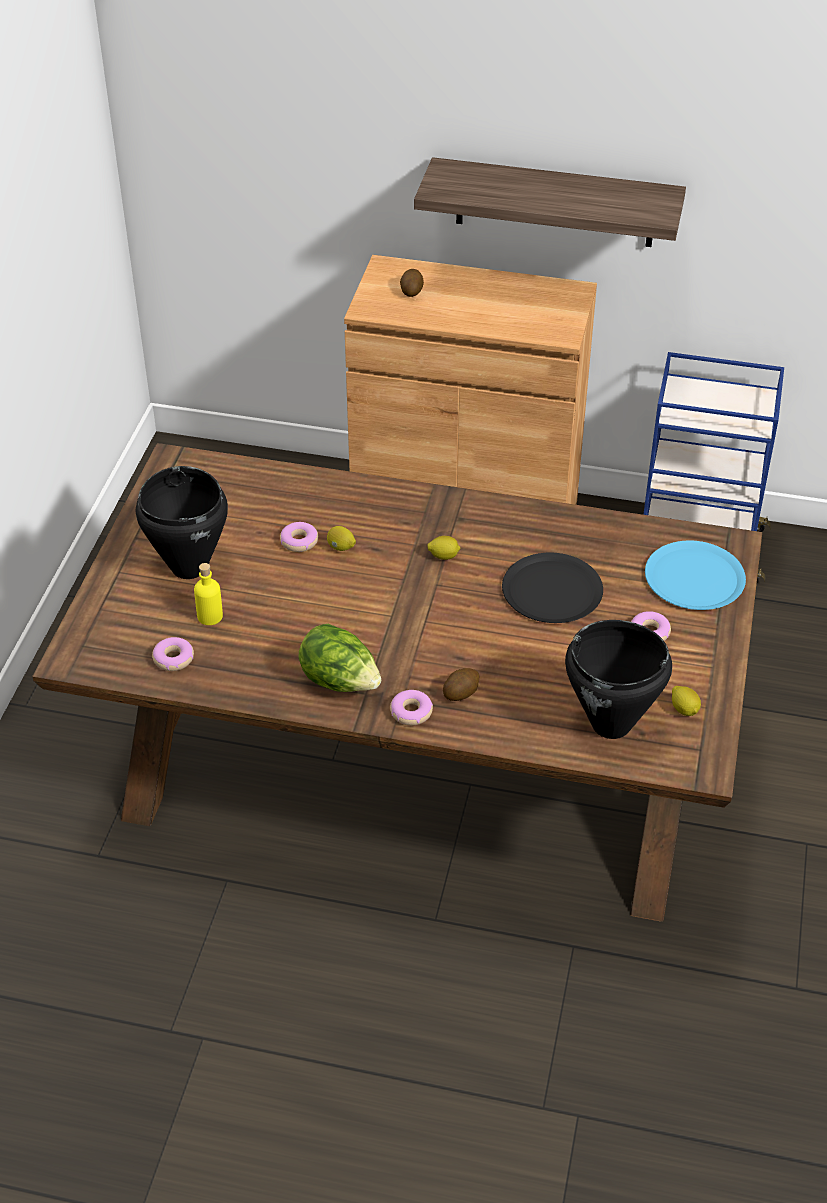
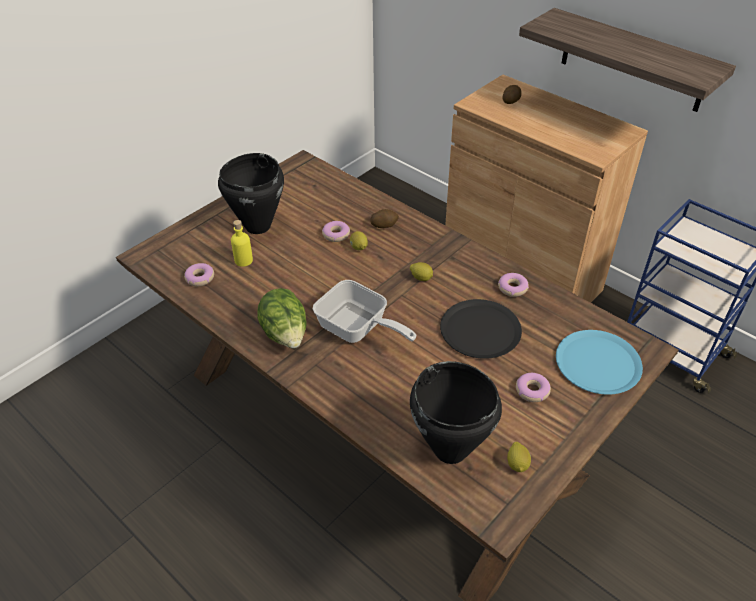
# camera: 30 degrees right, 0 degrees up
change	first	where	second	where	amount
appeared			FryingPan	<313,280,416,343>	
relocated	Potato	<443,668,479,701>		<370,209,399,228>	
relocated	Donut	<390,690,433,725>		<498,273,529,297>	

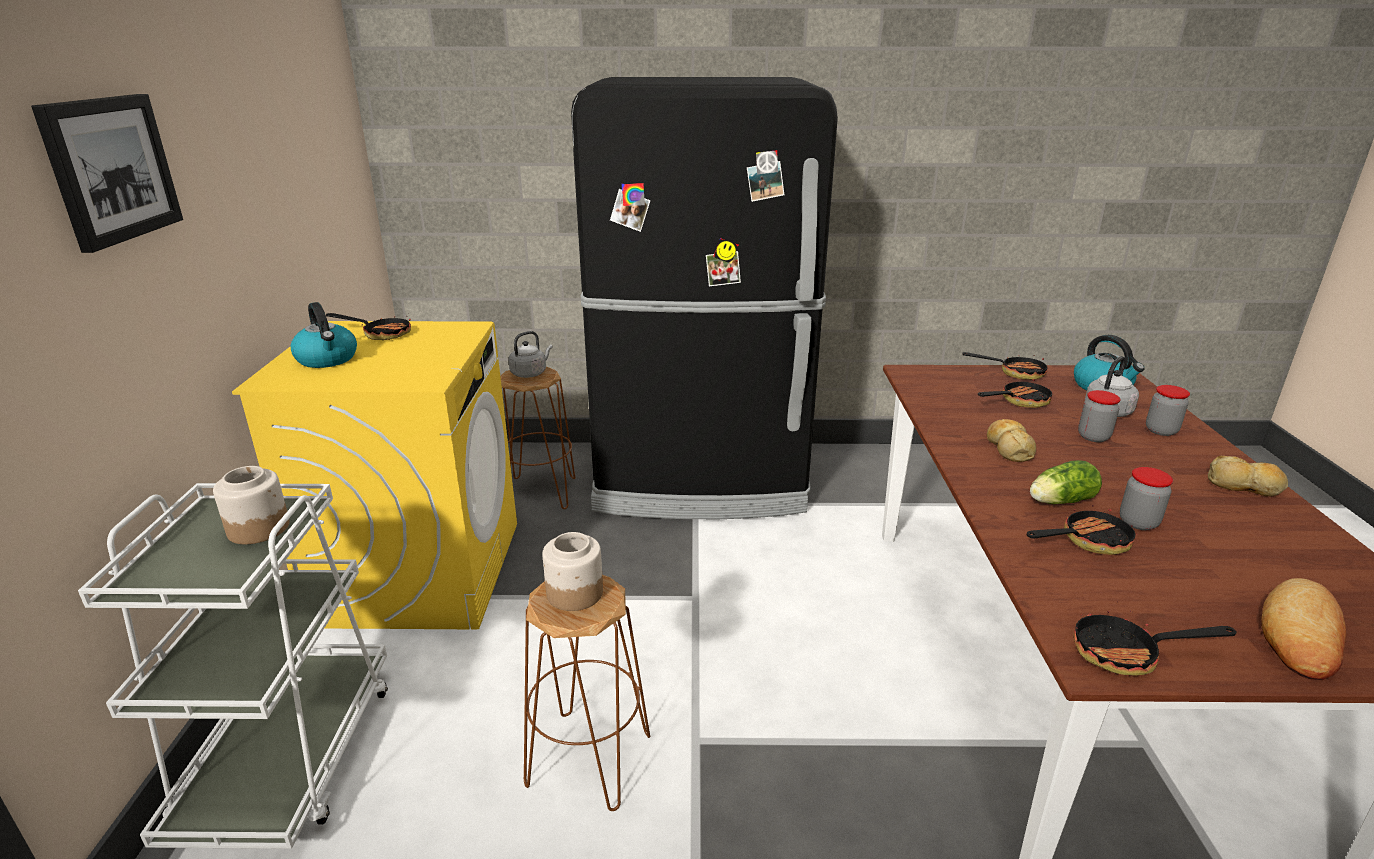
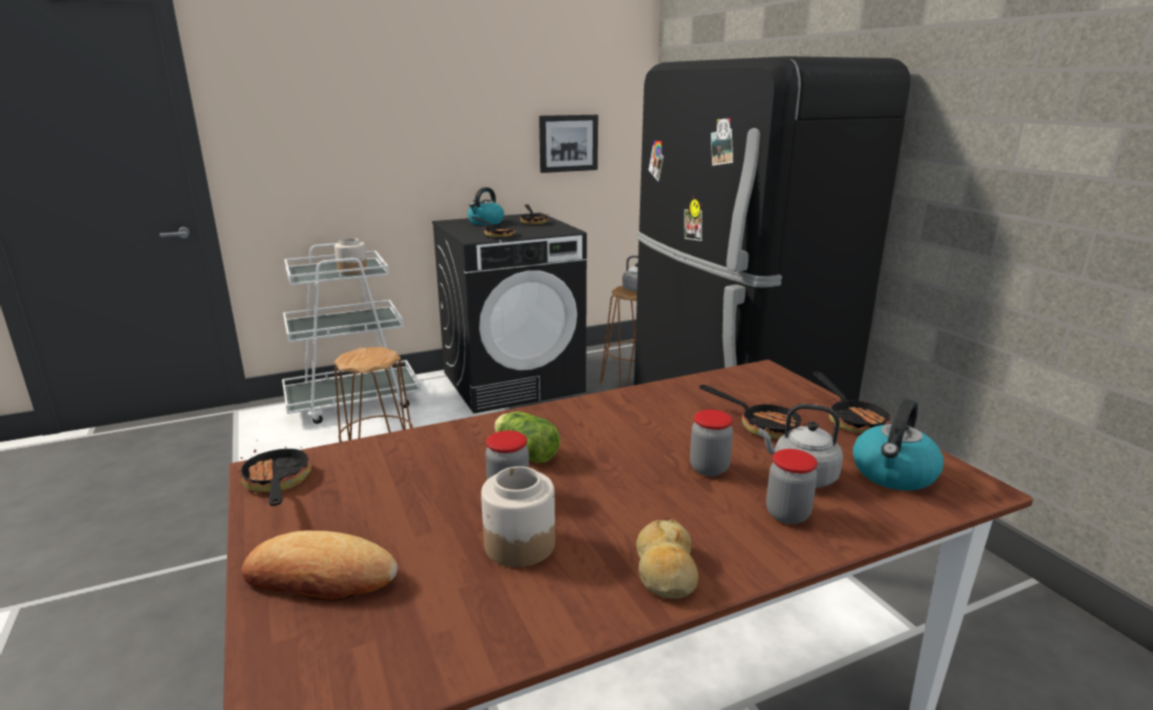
# camera: 65 degrees right, 5 degrees down
change	first	where	second	where	amount
colour	YellowWashingMachine	<232,321,517,630>	BlackWashingMachine	<432,213,587,414>	
relocated	FryingPan	<1027,505,1137,555>		<471,217,515,237>	
relocated	Jar	<542,532,603,611>		<481,466,555,567>	
relocated	Picture	<31,94,183,253>		<539,115,598,173>	
missing	Bread	<987,419,1036,462>			

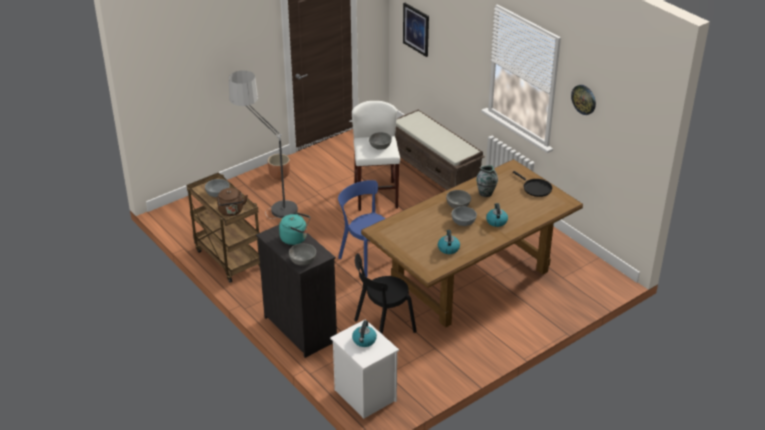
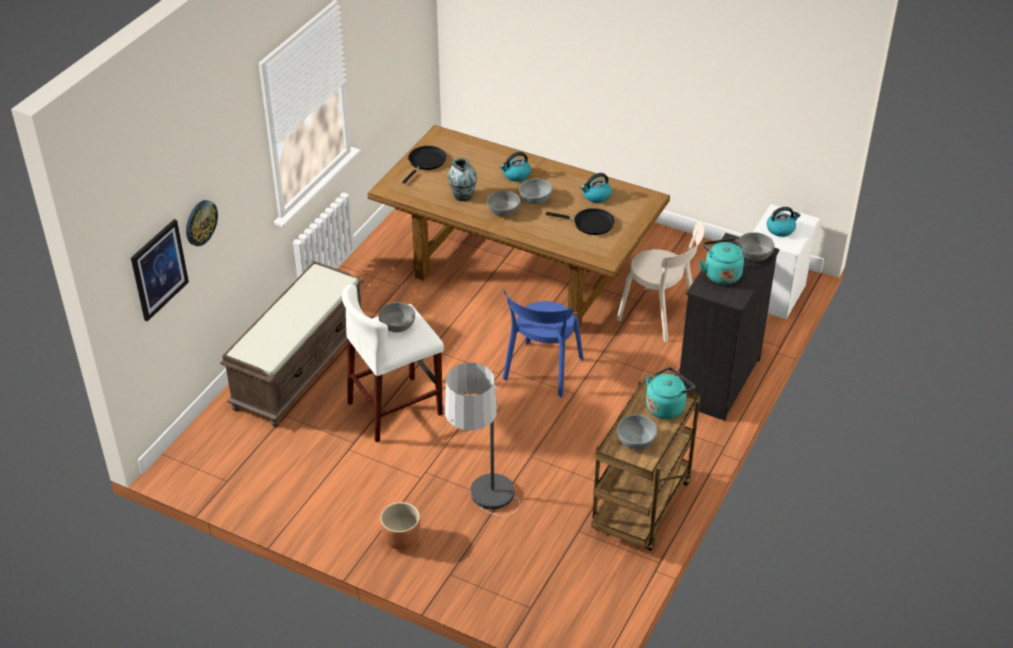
# camera: 115 degrees left, 5 degrees up
change	first	where	second	where	amount
relocated	WallClock	<571,85,596,115>		<186,200,218,246>	
appeared			BlackFryingPan	<546,208,615,235>	
colour	BlackChair	<354,253,417,334>	BeigeChair	<617,221,704,342>	
colour	BrownKettle	<217,188,248,216>	TurquoiseKettle	<646,367,695,419>	

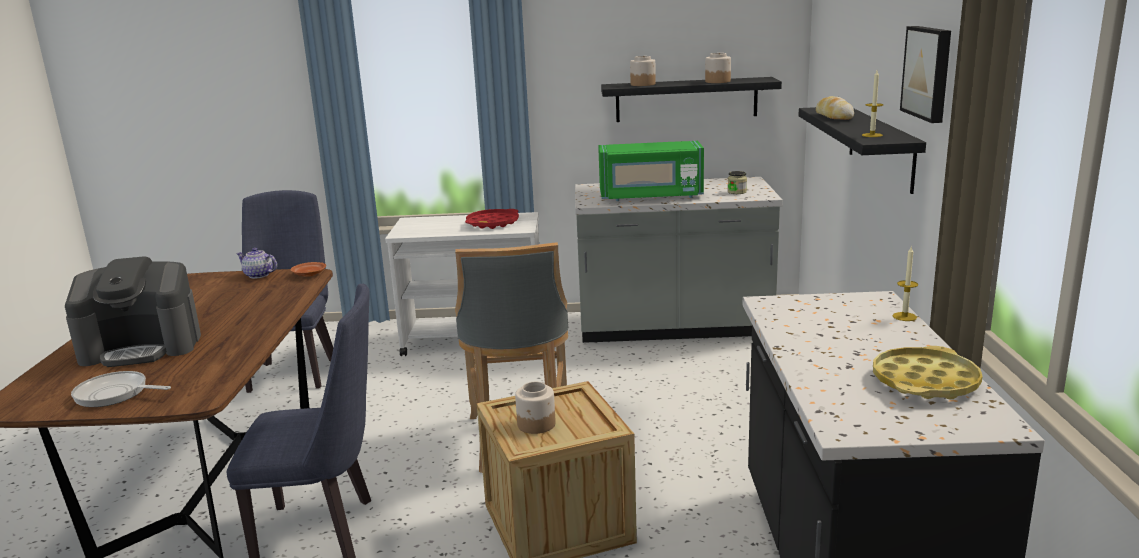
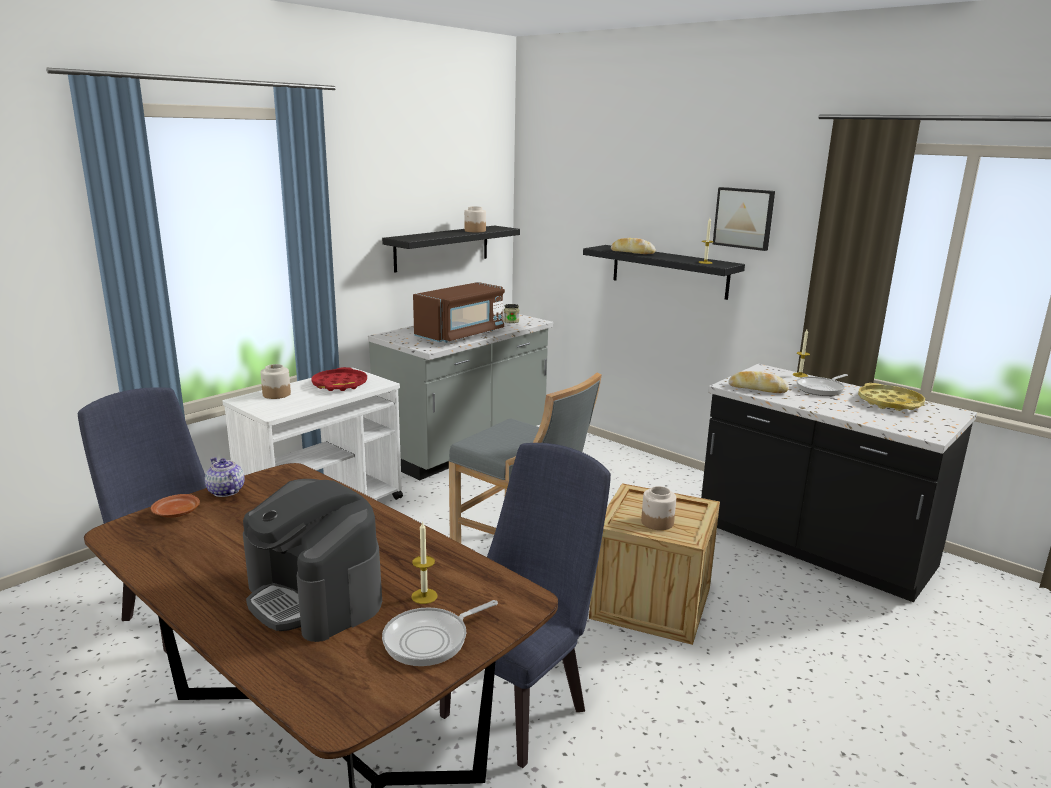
# camera: 50 degrees left, 0 degrees up
change	first	where	second	where	amount
relocated	BrownPlate	<290,262,326,277>		<151,494,200,518>	
spun	Teapot	<236,248,277,279>		<205,457,245,497>	75 degrees clockwise
spun	CoffeeMachine	<65,256,201,367>		<243,479,382,642>	105 degrees clockwise
relocated	Jar	<630,56,656,86>		<260,364,291,399>	
appeared			Candle	<411,521,438,604>	
colour	GreenMicrowave	<598,141,704,201>	BrownMicrowave	<413,282,505,343>	
appeared			Bread	<728,371,789,393>	
appeared			FryingPan	<796,374,848,396>	

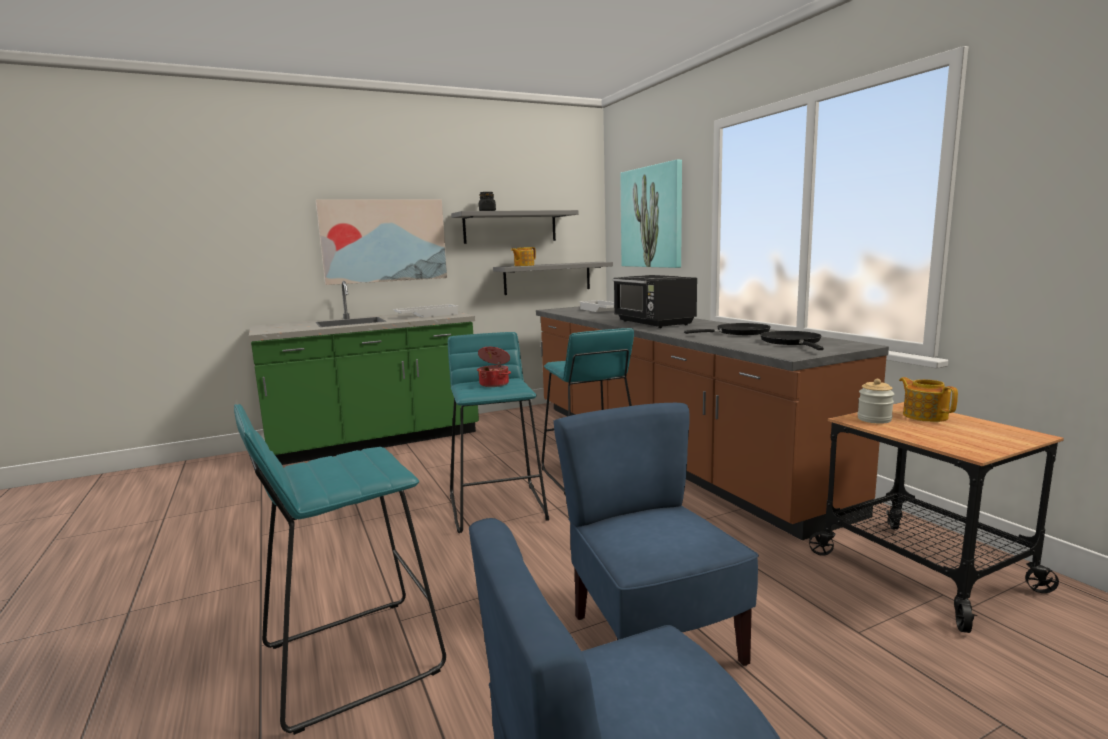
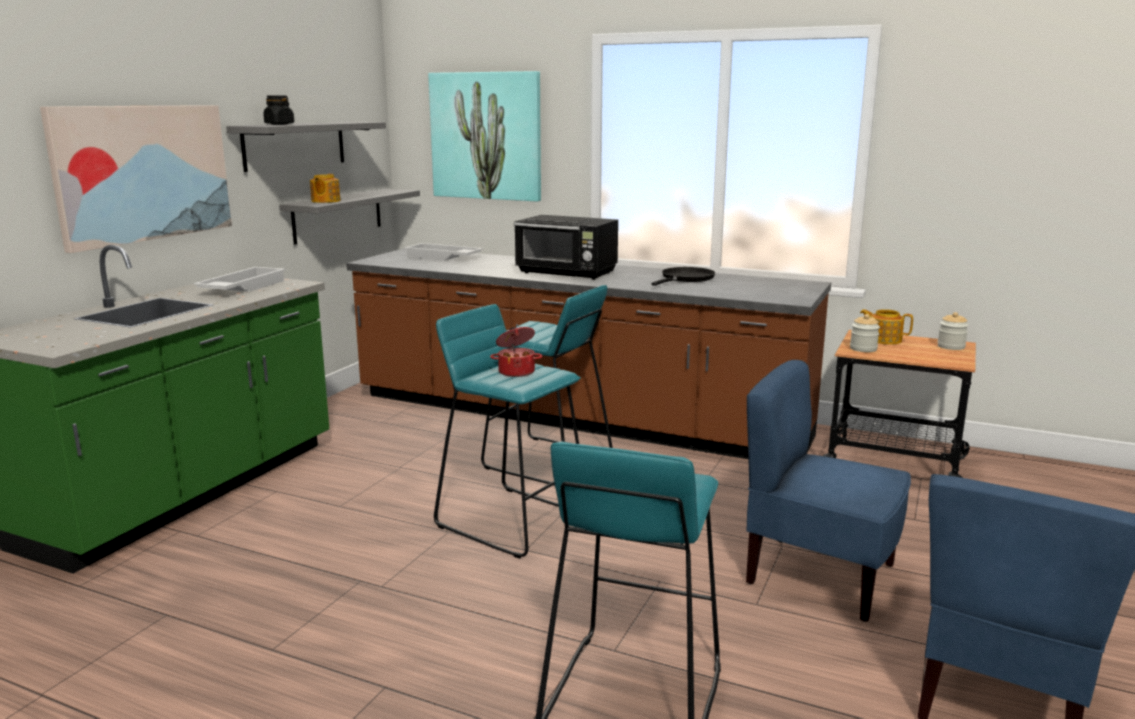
# camera: 40 degrees left, 5 degrees up
change	first	where	second	where	amount
appeared			Jar	<937,312,969,350>	
missing	BlackFryingPan	<760,331,824,350>			

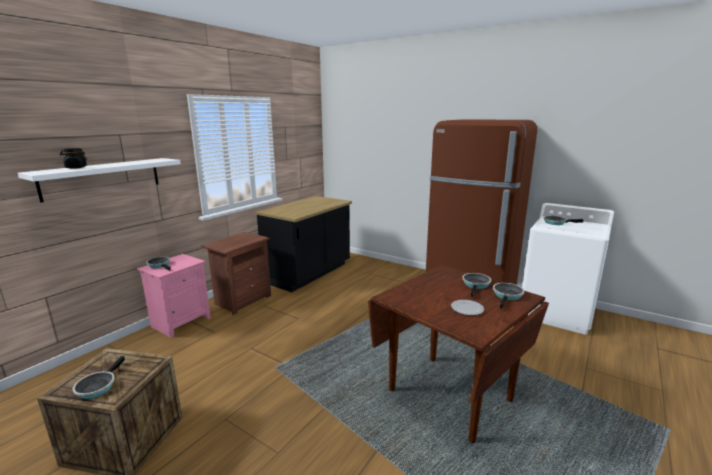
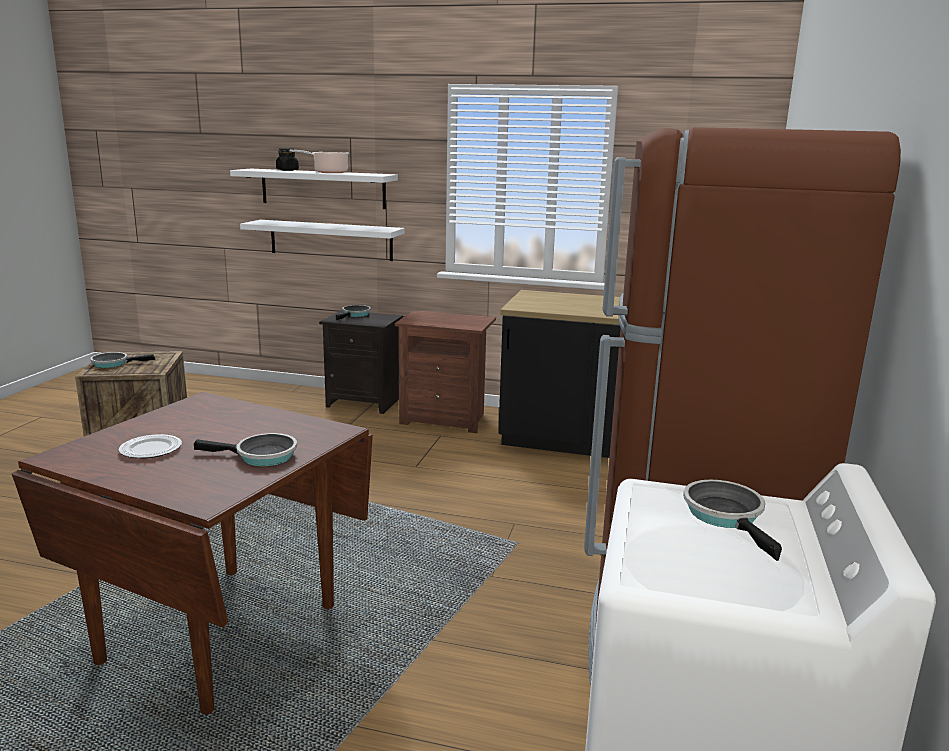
# camera: 70 degrees right, 0 degrees up
change	first	where	second	where	amount
appeared			WhiteShelf	<240,220,405,261>	
appeared			CookingPot	<289,150,349,173>	
colour	PinkNightstand	<137,254,211,337>	BlackNightstand	<319,310,403,414>	
missing	FryingPan	<493,283,525,309>			

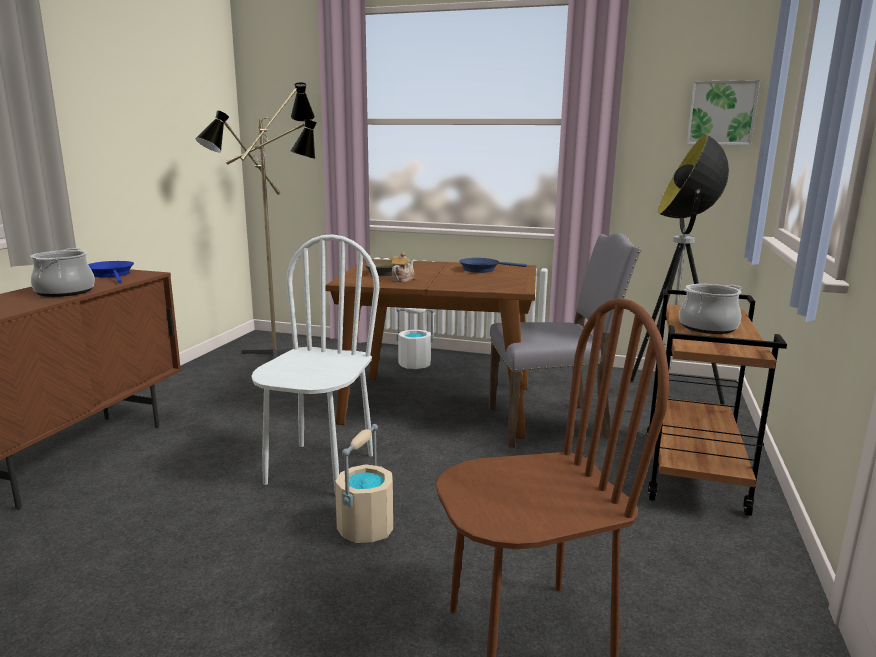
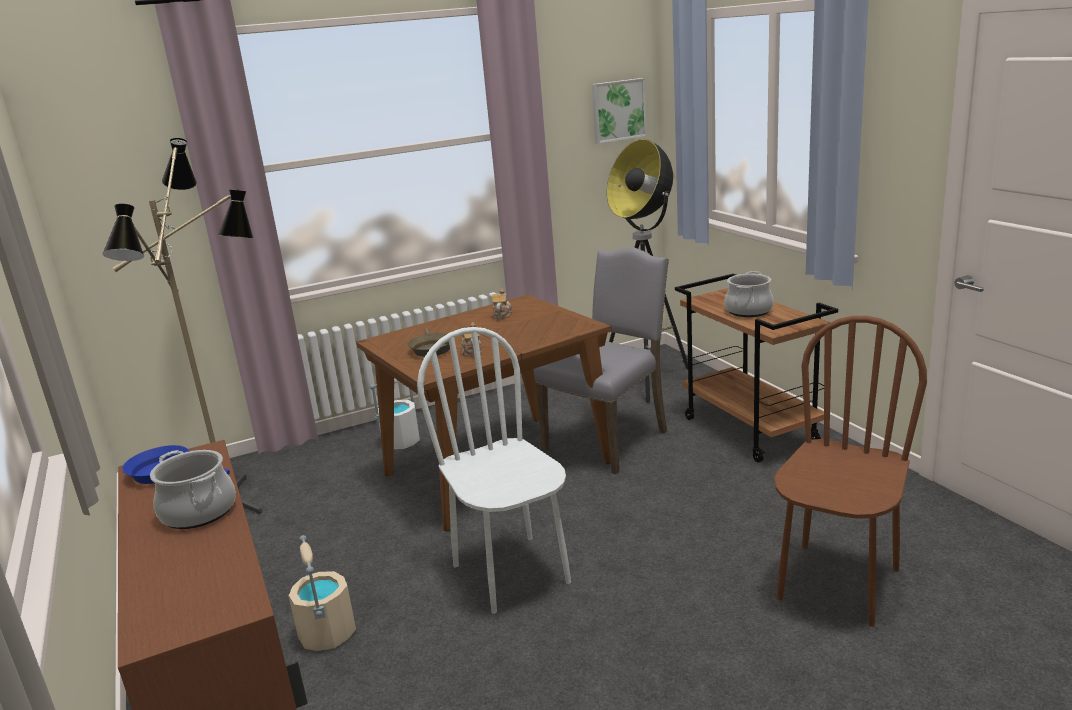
# camera: 40 degrees left, 5 degrees up
change	first	where	second	where	amount
relocated	BeigeBucket	<335,424,393,543>		<289,535,356,651>	
exchanged	BlueFryingPan	<459,258,527,273>	Teapot	<492,289,512,319>	

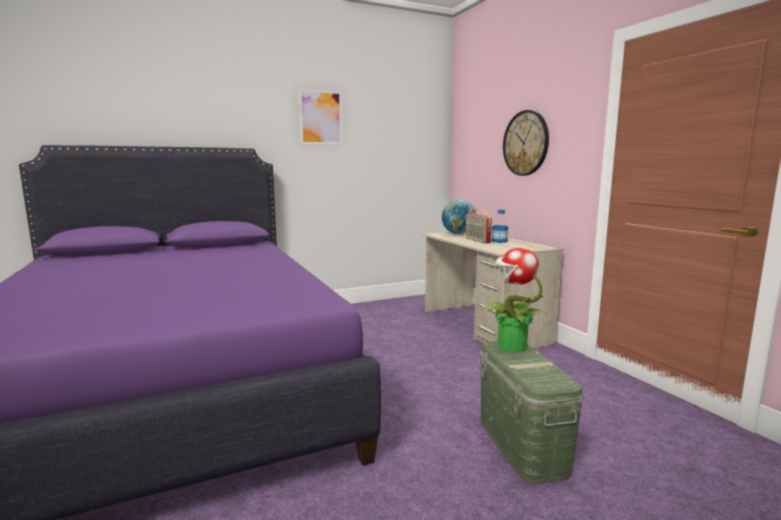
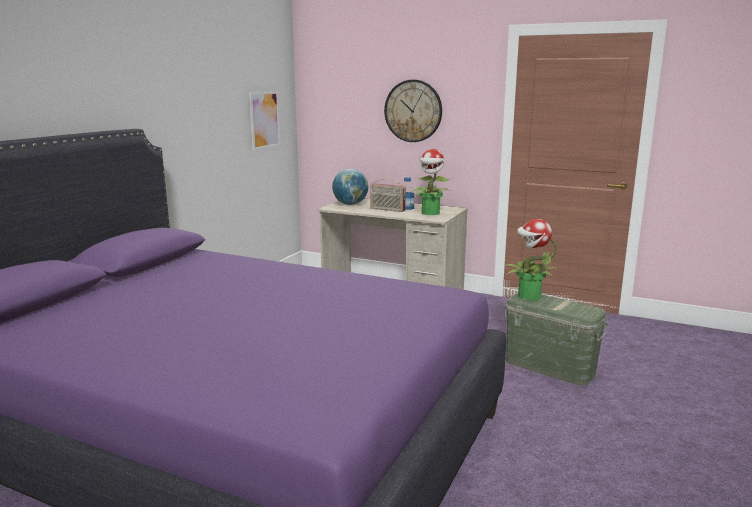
# camera: 40 degrees left, 5 degrees up
change	first	where	second	where	amount
relocated	Picture	<298,89,343,145>		<249,91,280,150>	
appeared			PottedPlant	<411,149,450,215>	

